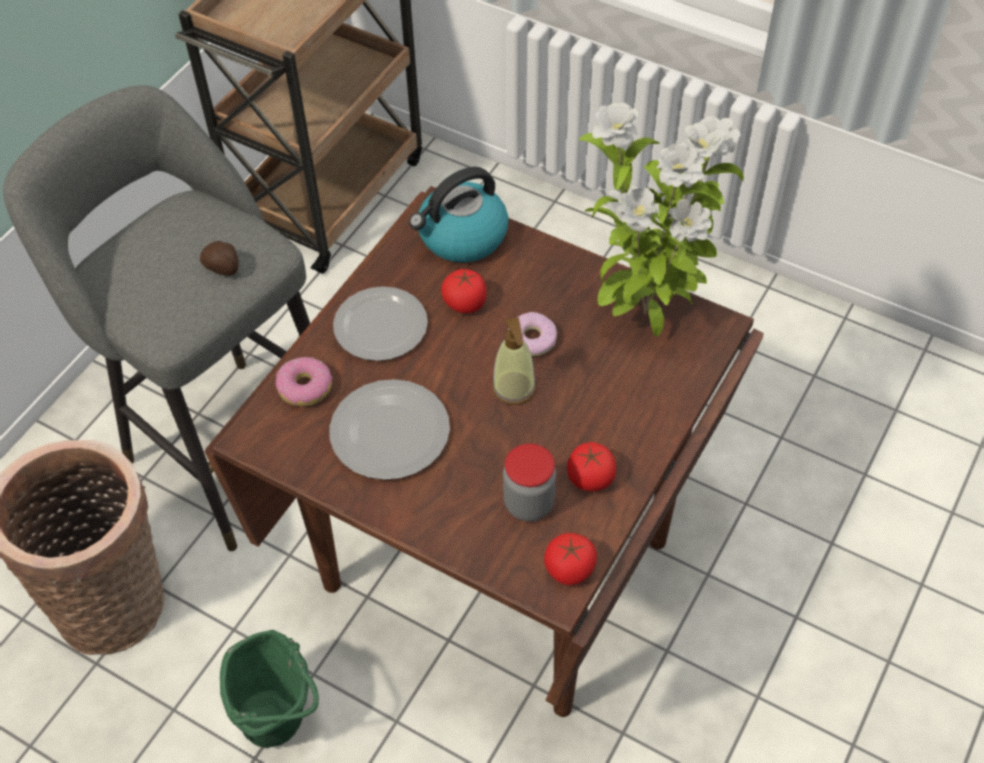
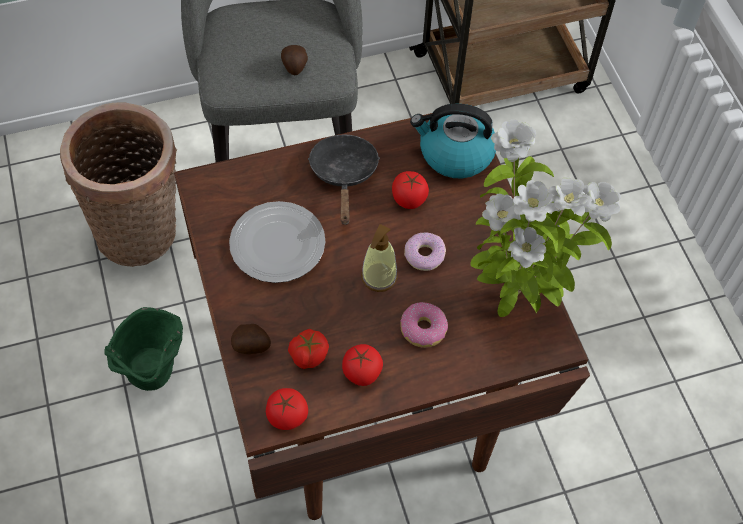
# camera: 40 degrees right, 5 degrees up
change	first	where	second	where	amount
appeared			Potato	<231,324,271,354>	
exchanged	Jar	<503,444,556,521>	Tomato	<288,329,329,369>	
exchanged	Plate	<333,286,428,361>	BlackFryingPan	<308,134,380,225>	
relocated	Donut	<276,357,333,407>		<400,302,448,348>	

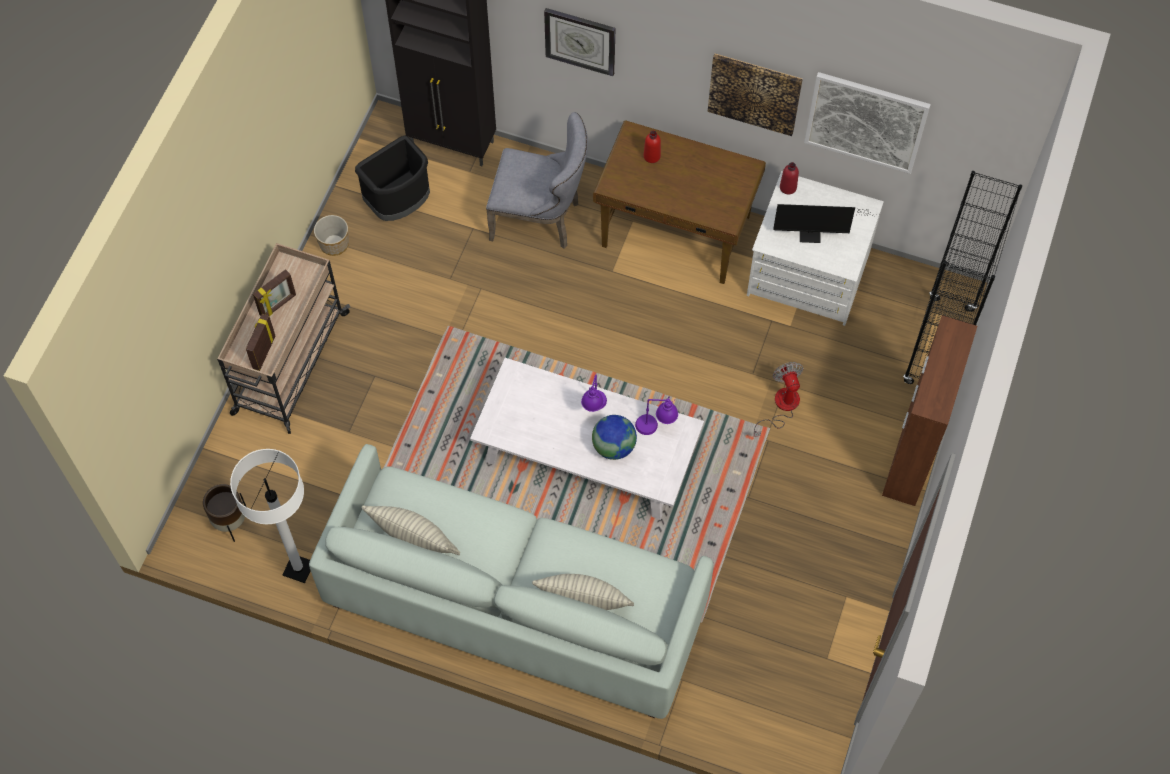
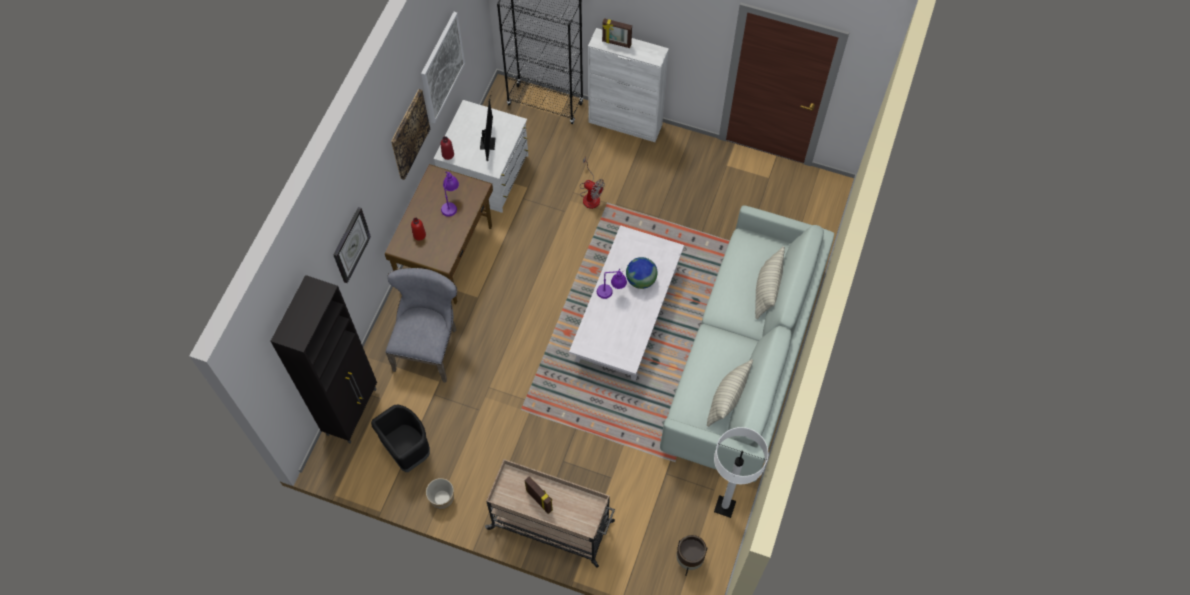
# camera: 90 degrees left, 0 degrees up
change	first	where	second	where	amount
relocated	PurpleTableLamp	<635,396,678,435>		<441,171,459,217>	
spun	Fan	<754,362,804,437>		<580,157,604,209>	135 degrees counterclockwise
colour	BrownCabinet	<882,315,977,506>	WhiteCabinet	<588,28,669,142>	
relocated	PictureFrame	<246,314,275,371>		<602,18,632,48>	

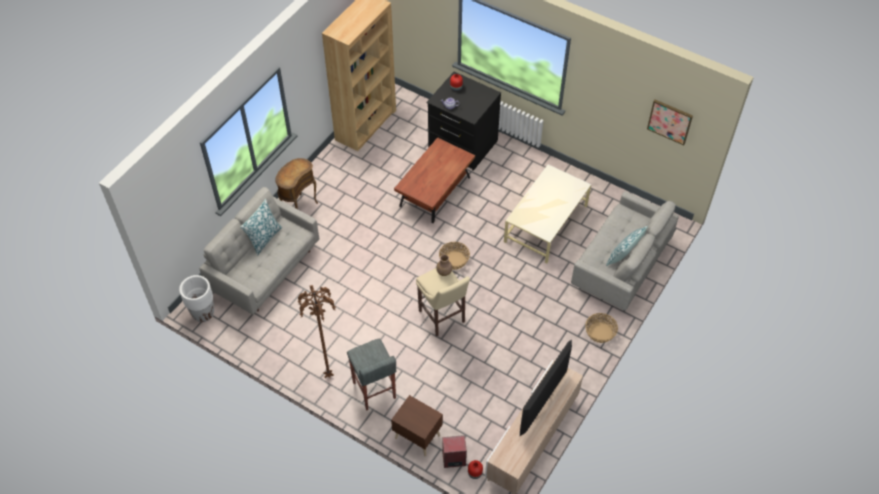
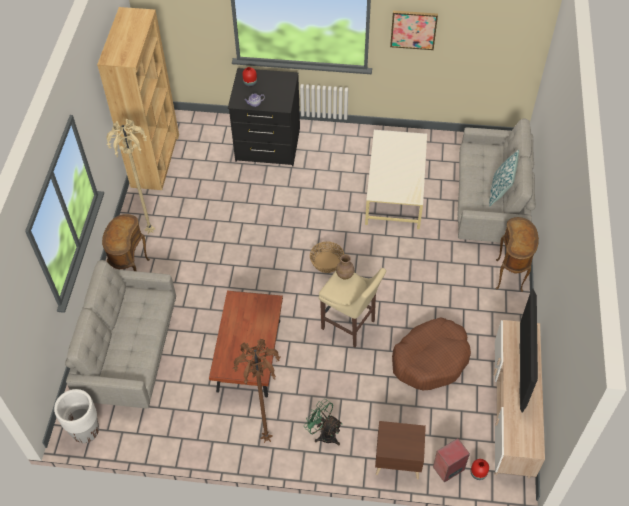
# camera: 25 degrees left, 0 degrees up
change	first	where	second	where	amount
appeared			BeigeFloorLamp	<106,119,155,234>	
relocated	BrownCoffeeTable	<394,137,475,223>		<209,291,283,397>	
exchanged	GreyStool	<347,339,396,410>	GreenFan	<304,399,342,446>	
relocated	Picture	<647,100,693,145>		<390,11,438,50>	
appeared			BrownDogBed	<392,318,471,390>	
exchanged	Basket	<585,313,618,343>	BrownSideTable	<496,217,539,292>	
missing	Pillow	<240,199,282,256>			

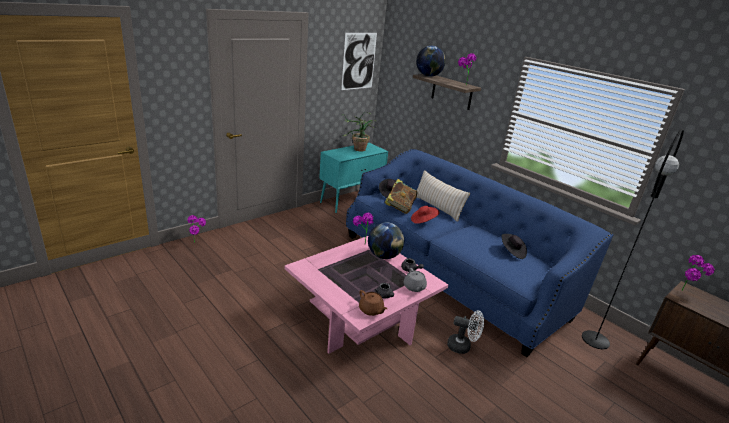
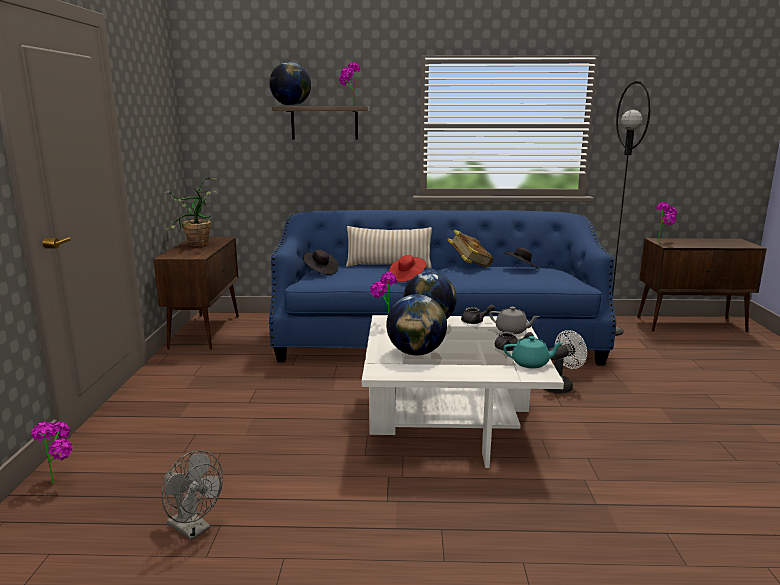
# camera: 45 degrees left, 10 degrees down
change	first	where	second	where	amount
colour	TurquoiseCabinet	<319,143,388,213>	BrownCabinet	<153,237,239,350>	
appeared			GreyFan	<161,450,223,540>	
colour	PinkCoffeeTable	<285,236,448,354>	WhiteCoffeeTable	<362,315,564,468>	
appeared			Globe	<386,294,447,356>	
relocated	Book	<384,179,417,214>		<447,229,493,267>	
colour	BrownTeapot	<359,290,387,316>	TurquoiseTeapot	<503,336,564,368>	
missing	Picture	<341,33,377,90>			

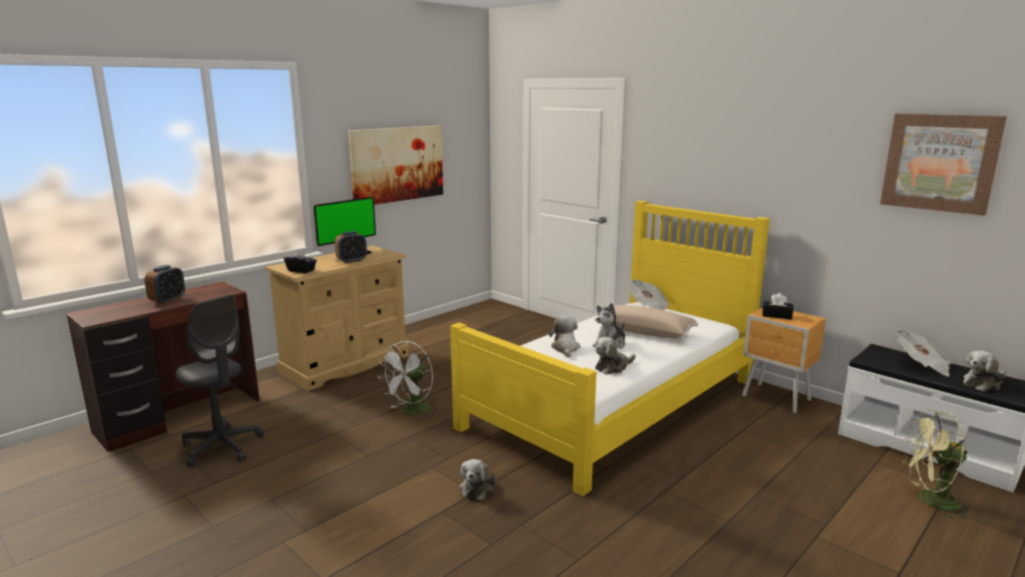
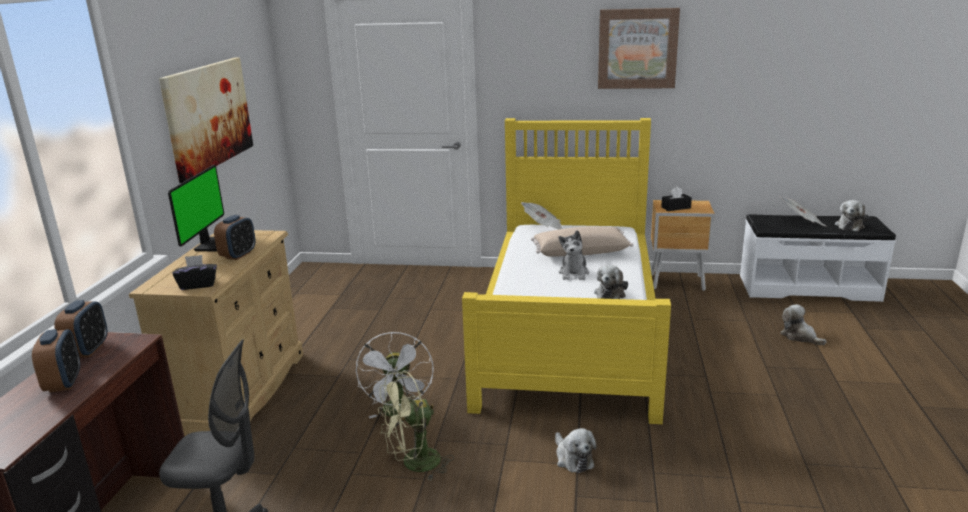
# camera: 35 degrees left, 5 degrees up
change	first	where	second	where	amount
appeared			AlarmClock	<54,300,107,357>	
relocated	GreenFan	<903,409,976,520>		<378,371,454,481>	
relocated	Picture	<880,114,1007,216>		<598,8,680,89>	
relocated	PlushToy	<549,316,580,358>		<780,304,826,345>	

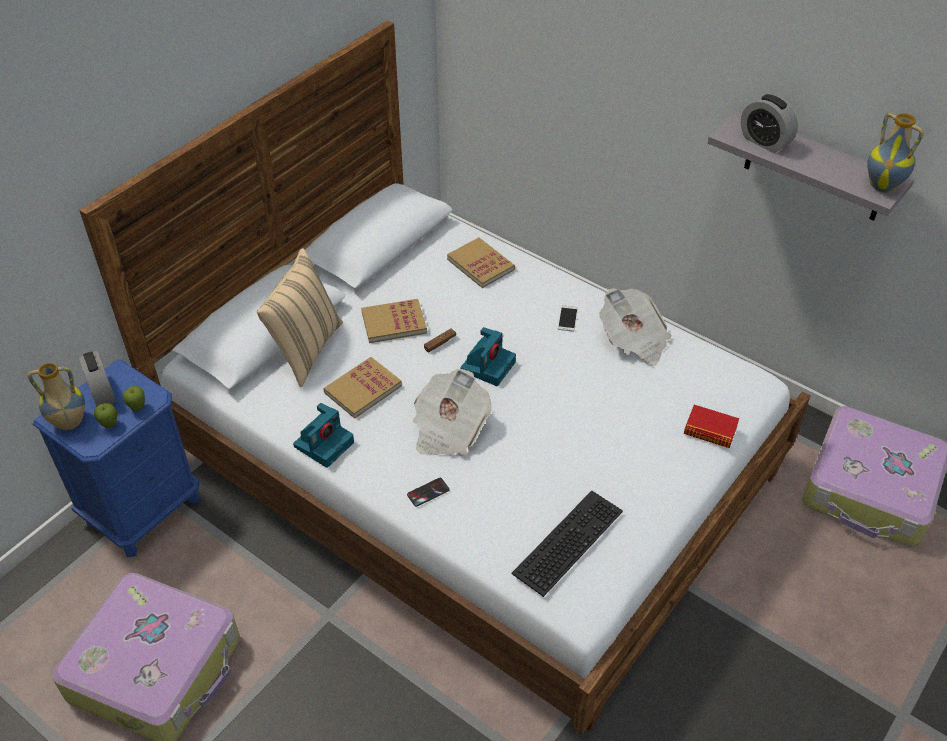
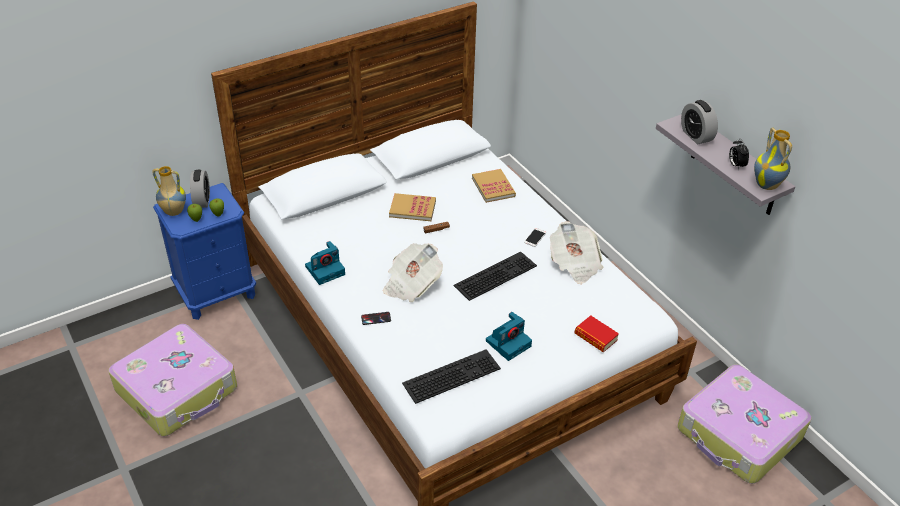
# camera: 20 degrees right, 5 degrees down
change	first	where	second	where	amount
appeared			Keyboard	<454,251,537,301>	
relocated	PhotoCamera	<460,327,516,386>		<486,312,532,361>	
appeared			AlarmClock	<729,138,749,170>	
missing	BeigePillow	<257,248,343,387>			
missing	Book	<323,357,402,419>			

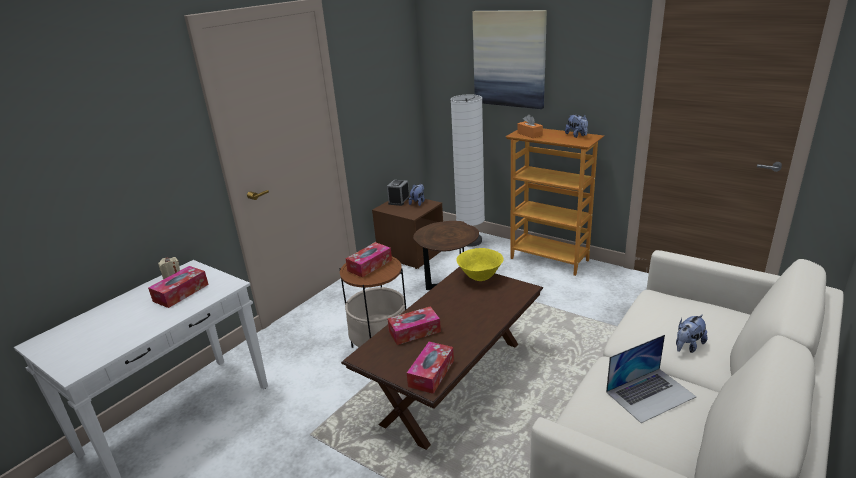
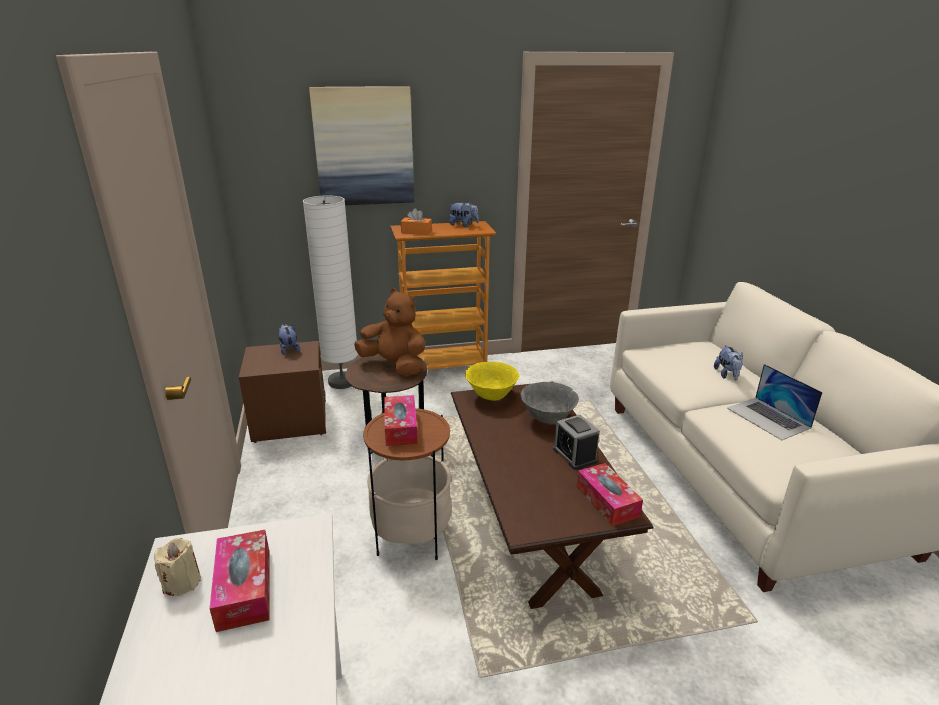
# camera: 50 degrees left, 0 degrees up
change	first	where	second	where	amount
appeared			BrownPlushToy	<354,289,425,376>	
appeared			GreyBowl	<520,382,579,424>	
relocated	AlarmClock	<387,180,410,206>		<553,415,600,470>	
spun	Laptop	<606,335,696,423>		<727,364,823,440>	135 degrees clockwise
missing	TissueBox	<388,306,441,345>			

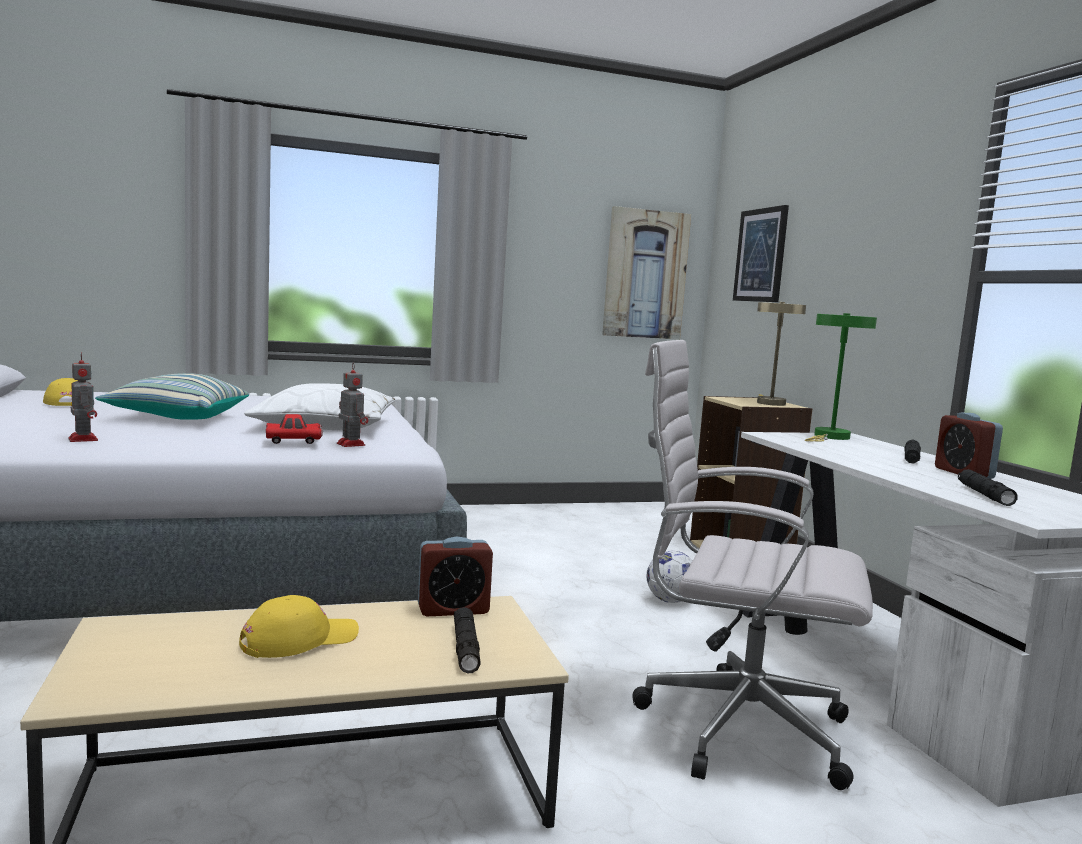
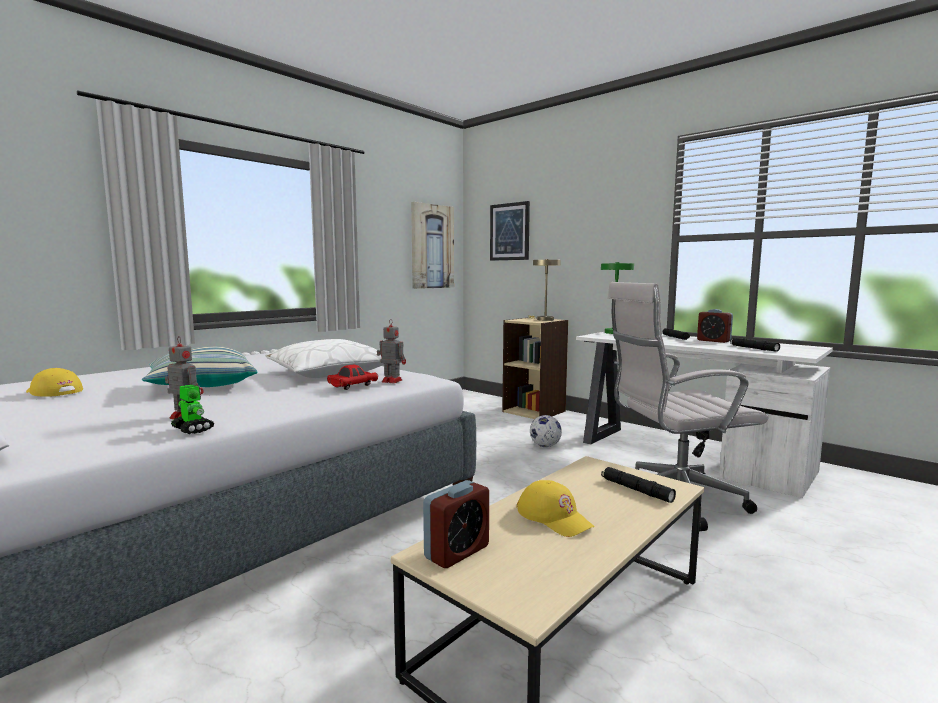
# camera: 30 degrees left, 0 degrees up
change	first	where	second	where	amount
appeared			ToyRobot	<171,385,214,434>	
relocated	AlarmClock	<418,537,493,616>		<423,480,489,568>	
spun	YellowCap	<239,595,359,658>		<517,480,595,537>	120 degrees clockwise

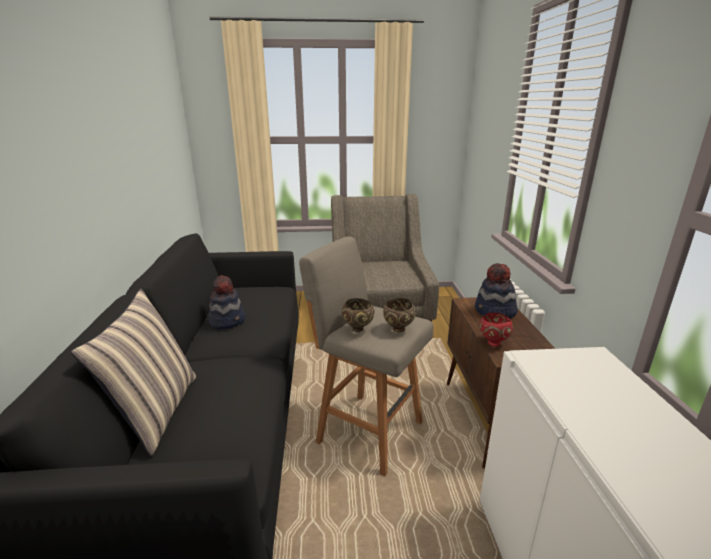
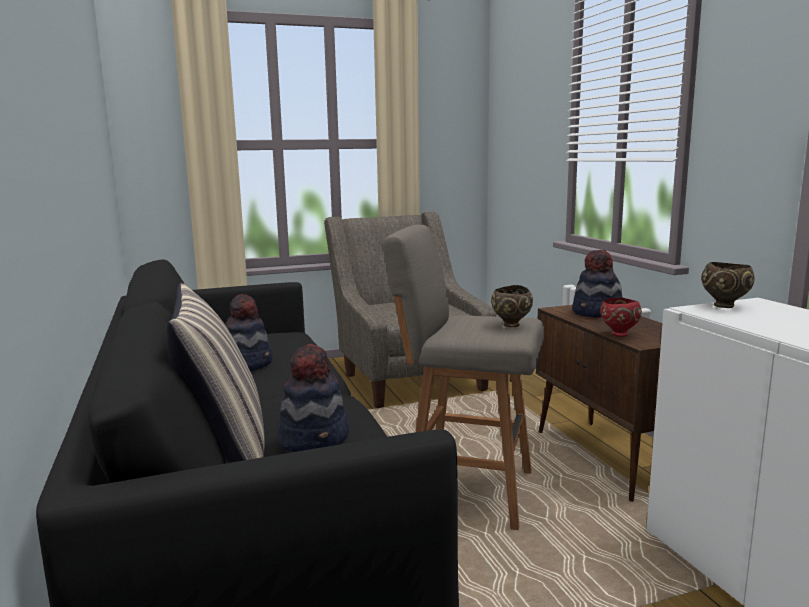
# camera: 15 degrees left, 10 degrees down
change	first	where	second	where	amount
appeared			Hat	<277,344,349,452>	
relocated	BrownBowl	<342,298,374,332>		<701,262,754,308>	

